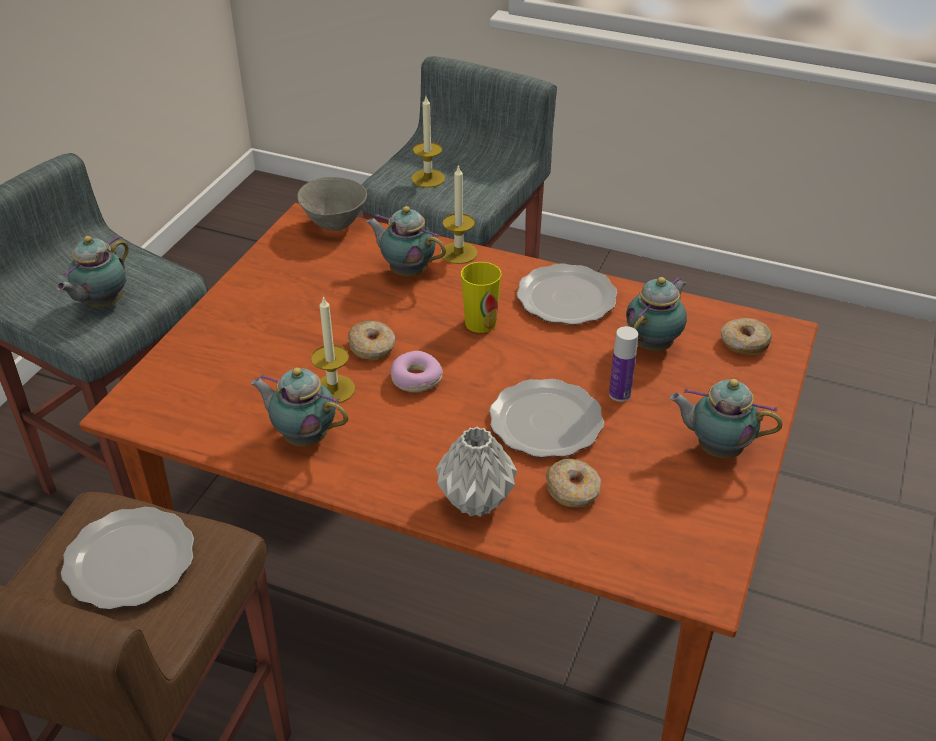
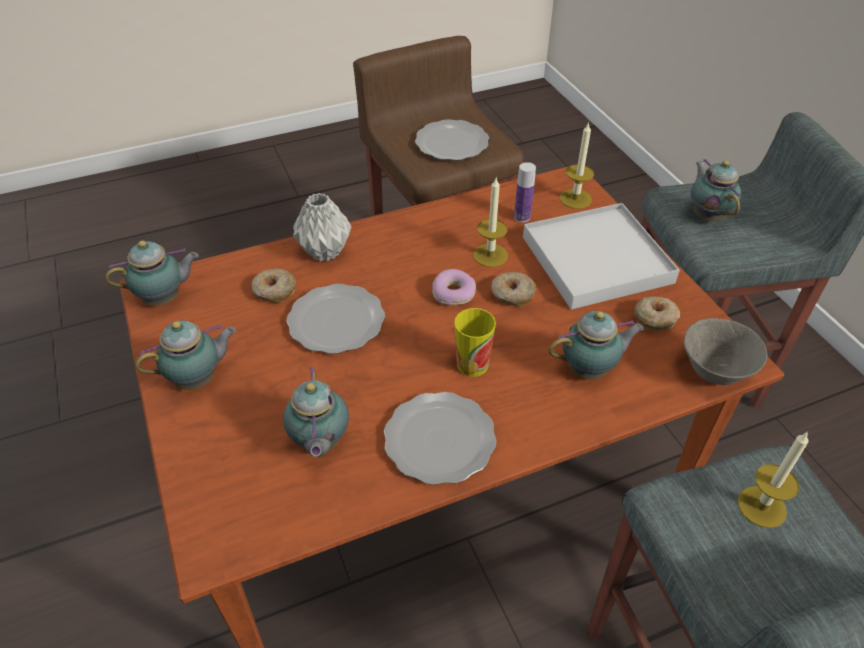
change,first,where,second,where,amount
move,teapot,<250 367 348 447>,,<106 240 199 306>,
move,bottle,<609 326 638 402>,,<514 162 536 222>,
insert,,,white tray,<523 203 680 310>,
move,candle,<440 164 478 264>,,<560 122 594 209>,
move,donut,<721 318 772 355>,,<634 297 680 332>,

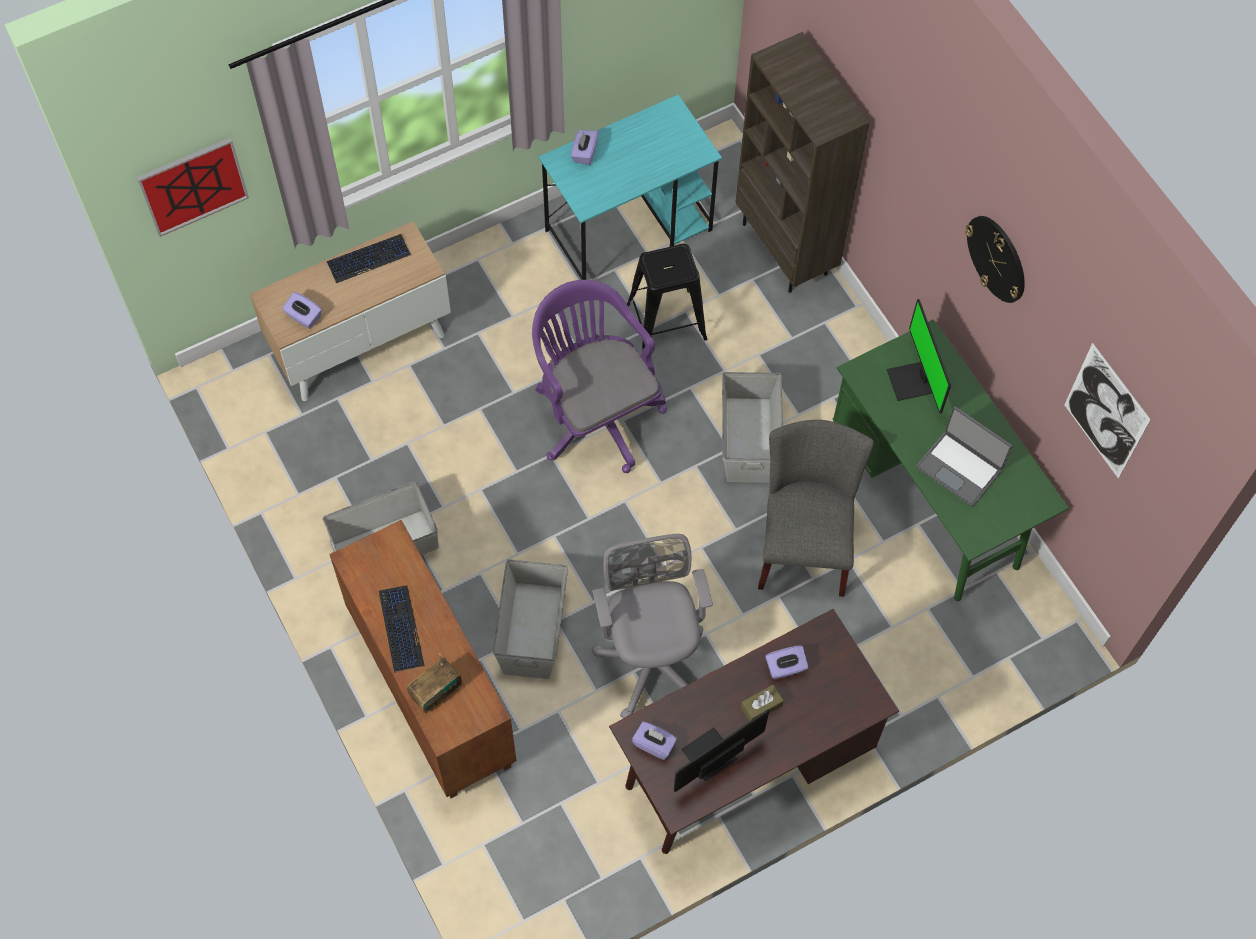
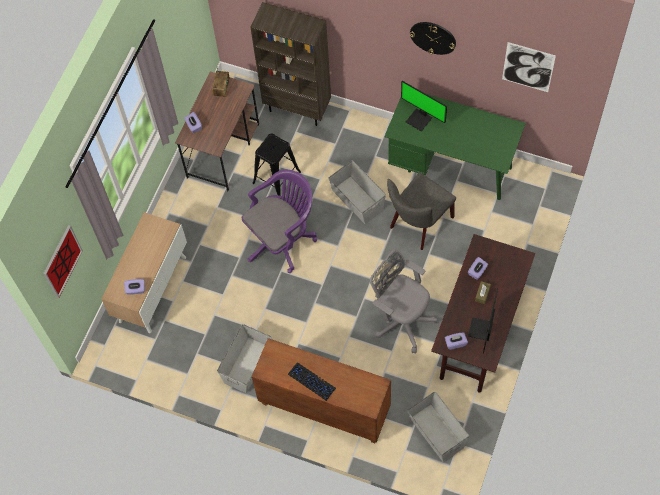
change,first,where,second,where,amount
recolor,turquoise desk,<539 95 722 280>,brown desk,<175 72 259 191>,
move,radio,<406 654 462 713>,,<212 65 230 98>,
rotate,purple office chair,<532 280 667 473>,,<242 170 317 273>,120 degrees clockwise
rotate,grey chair,<758 420 874 597>,,<387 172 456 250>,105 degrees counterclockwise
move,grey storage box,<493 559 568 679>,,<407 392 469 462>,
delete,keyboard,<327 234 411 283>,,,
delete,laptop,<916 406 1012 507>,,,

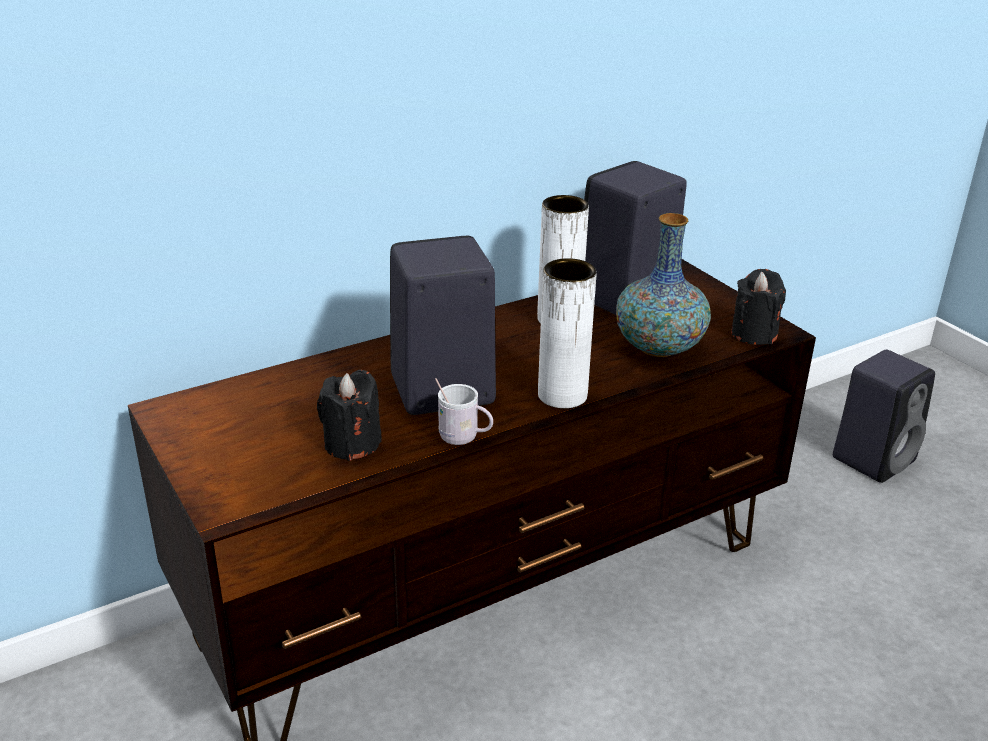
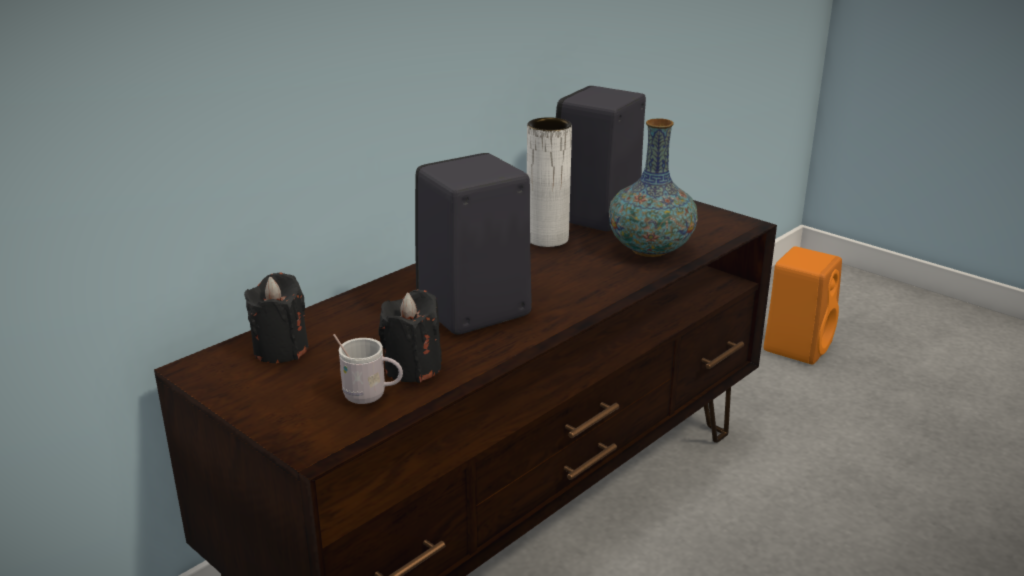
change,first,where,second,where,amount
move,black candle,<731 269 786 345>,,<244 272 309 363>,
move,white mug,<435 378 493 445>,,<333 334 403 404>,
recolor,black speaker,<833 350 935 483>,orange speaker,<764 247 842 364>,
delete,white vase,<538 258 597 409>,,,

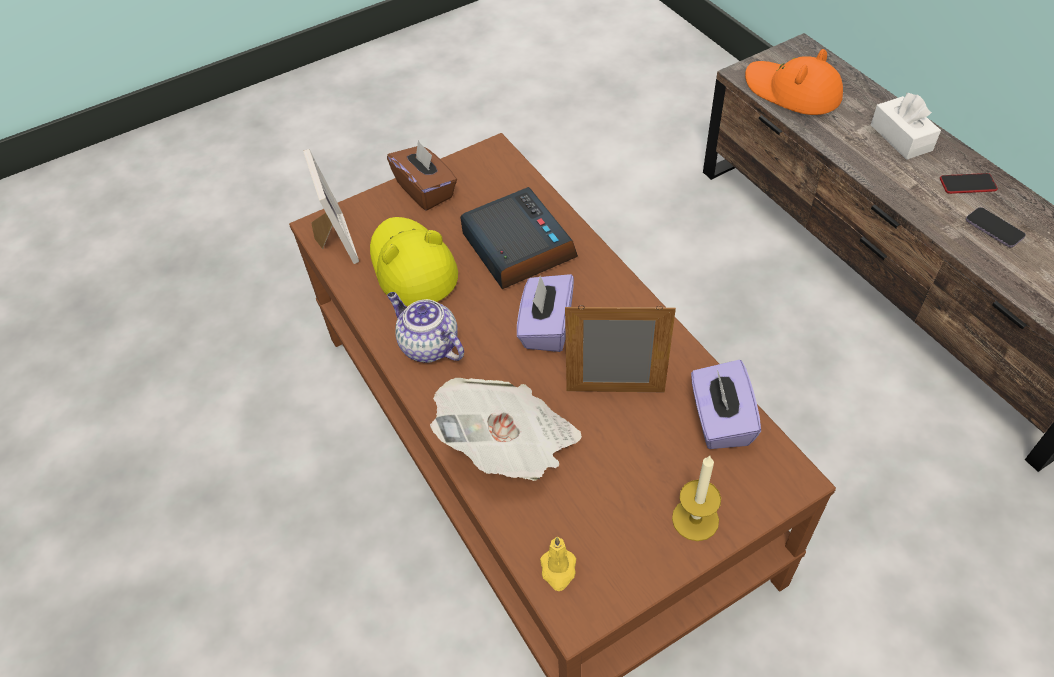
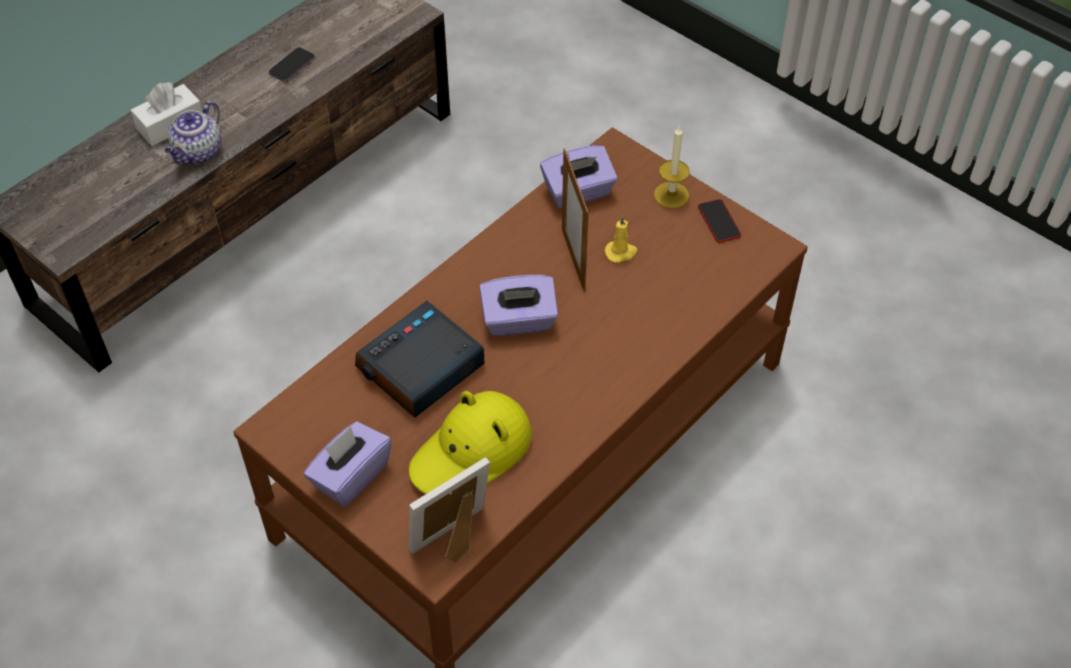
change,first,where,second,where,amount
move,teapot,<387 292 464 363>,,<165 101 221 165>,
recolor,brown tissue box,<387 140 457 211>,purple tissue box,<304 422 392 507>,
move,yellow candle,<540 537 576 591>,,<604 216 638 263>,
move,phone,<940 173 998 194>,,<698 199 741 243>,
delete,newspaper,<430 378 582 481>,,,
delete,orange hat,<745 49 843 115>,,,

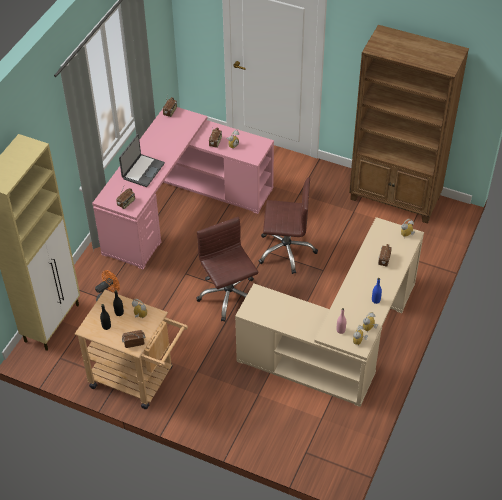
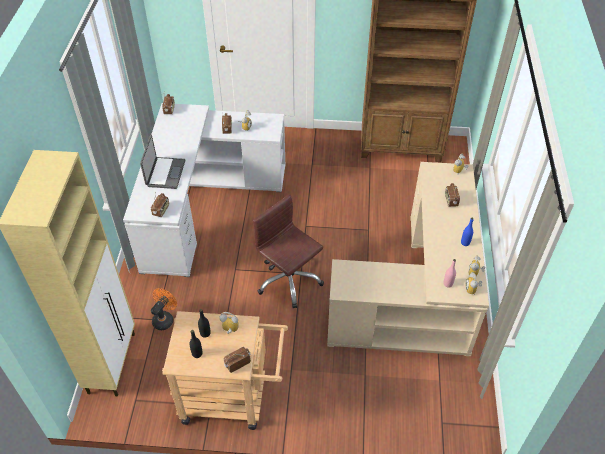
change,first,where,second,where,amount
recolor,pink desk,<92 107 274 269>,white desk,<123 103 285 277>,
delete,brown office chair,<259 177 318 274>,,,

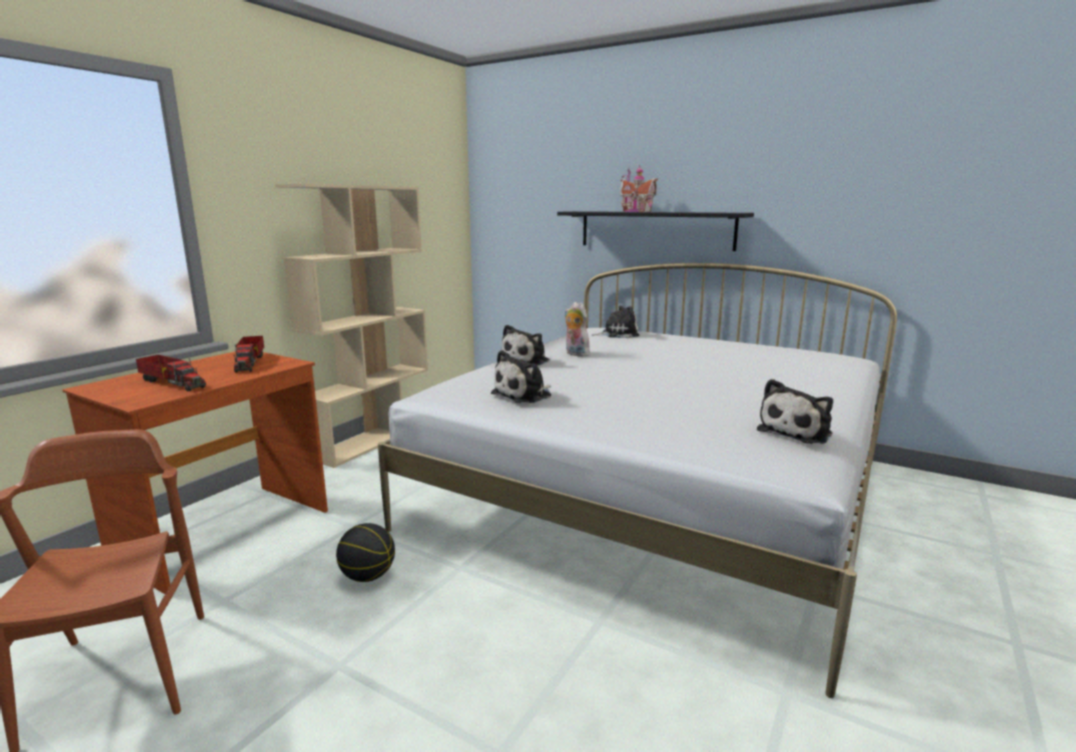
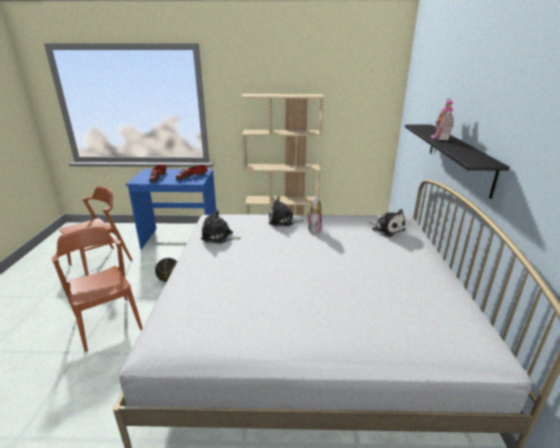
change,first,where,second,where,amount
insert,,,brown chair,<52 226 142 352>,
recolor,brown desk,<63 351 328 594>,blue desk,<126 169 216 249>,
delete,plush toy,<757 379 833 444>,,,

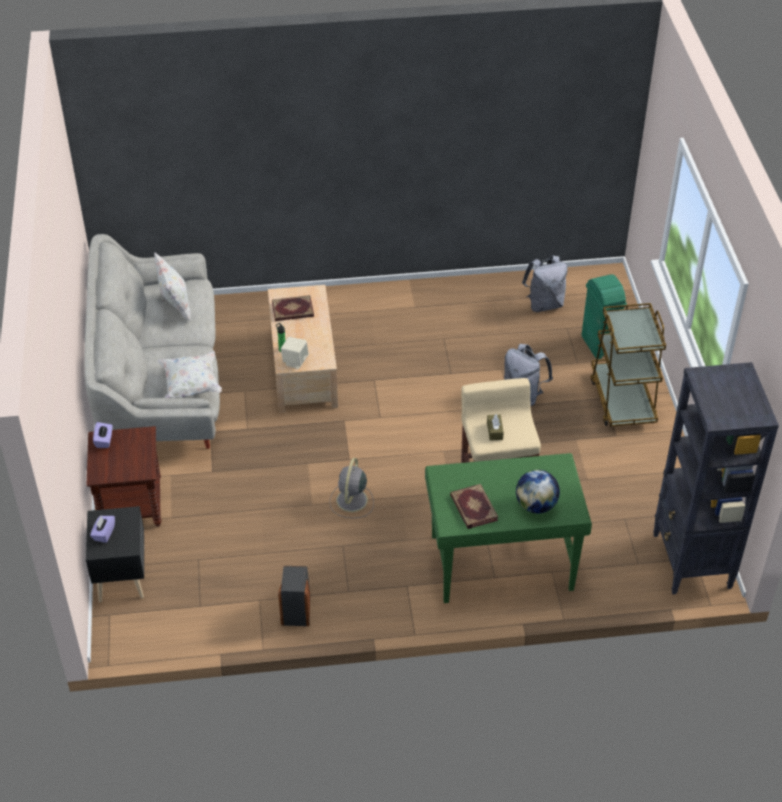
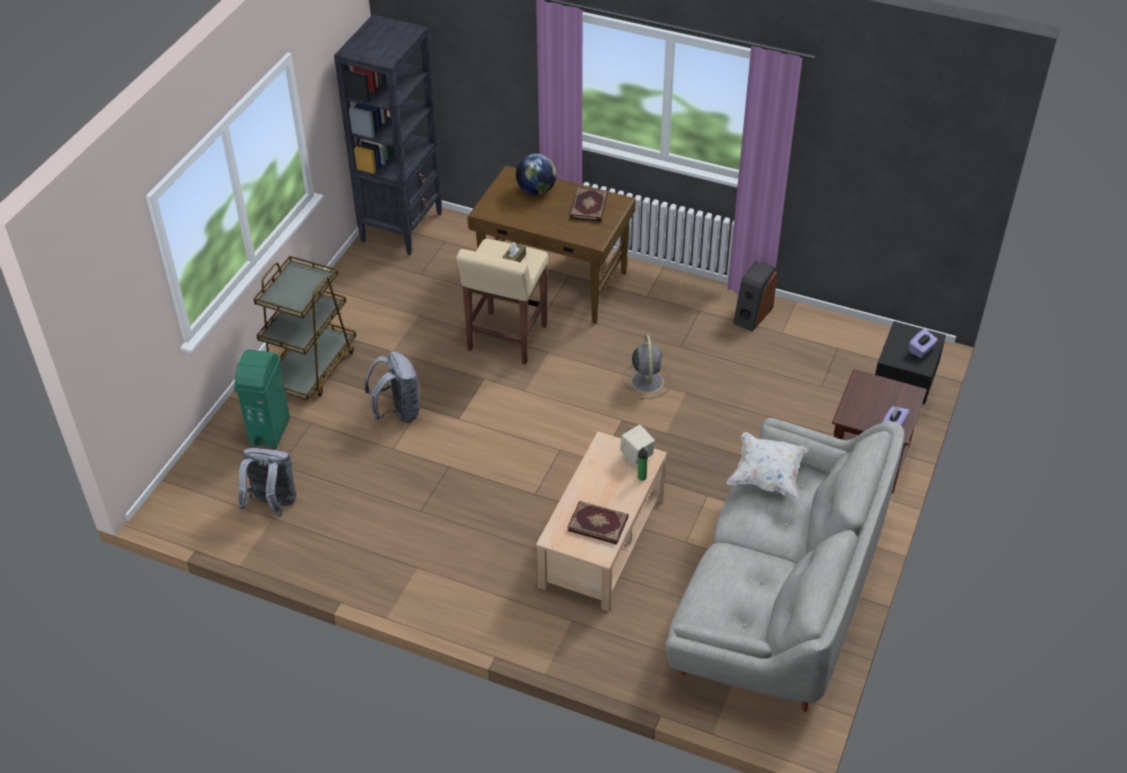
change,first,where,second,where,amount
recolor,green desk,<425 453 592 603>,brown desk,<467 166 636 324>,
rotate,grey fan,<330 458 374 518>,,<623 335 671 400>,45 degrees counterclockwise
delete,white pillow,<154 252 191 321>,,,

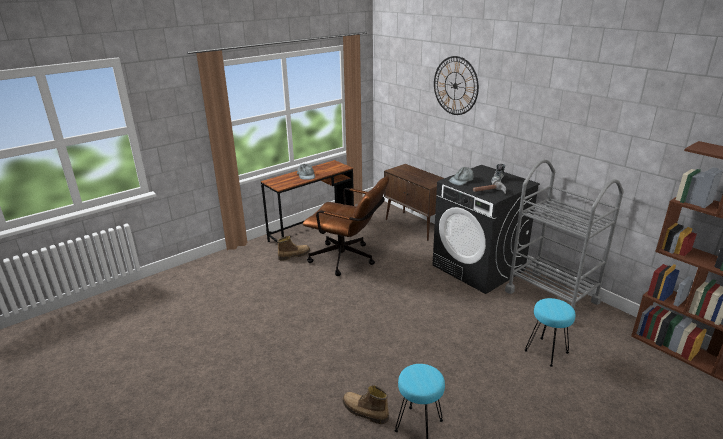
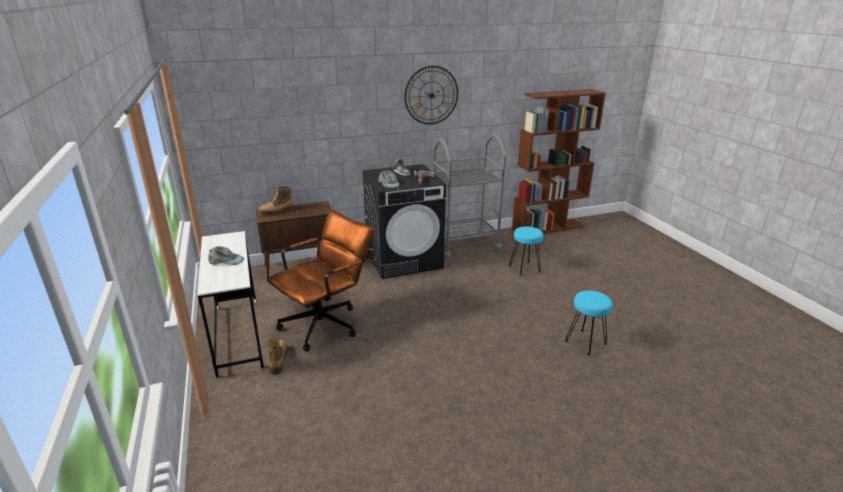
change,first,where,second,where,amount
recolor,brown desk,<261 160 354 243>,white desk,<198 231 264 378>,
move,boot,<342 385 389 424>,,<258 186 294 215>,
move,wall clock,<434 56 479 115>,,<404 66 458 125>,

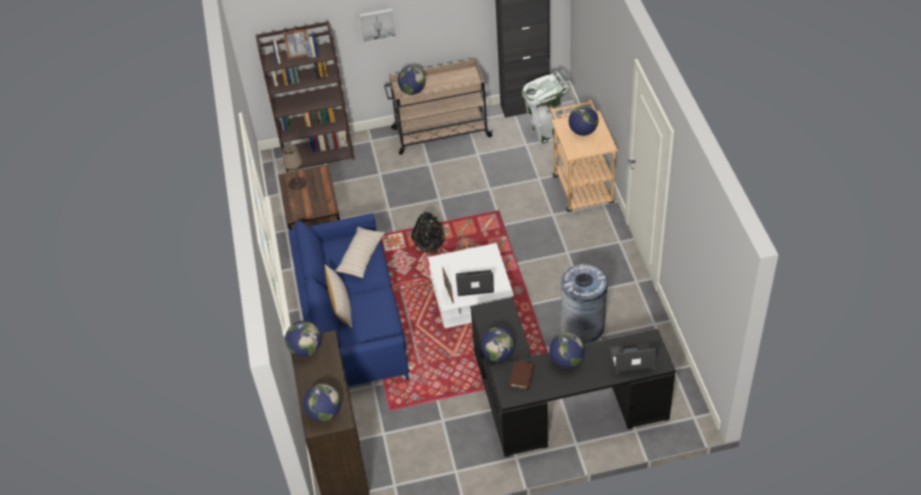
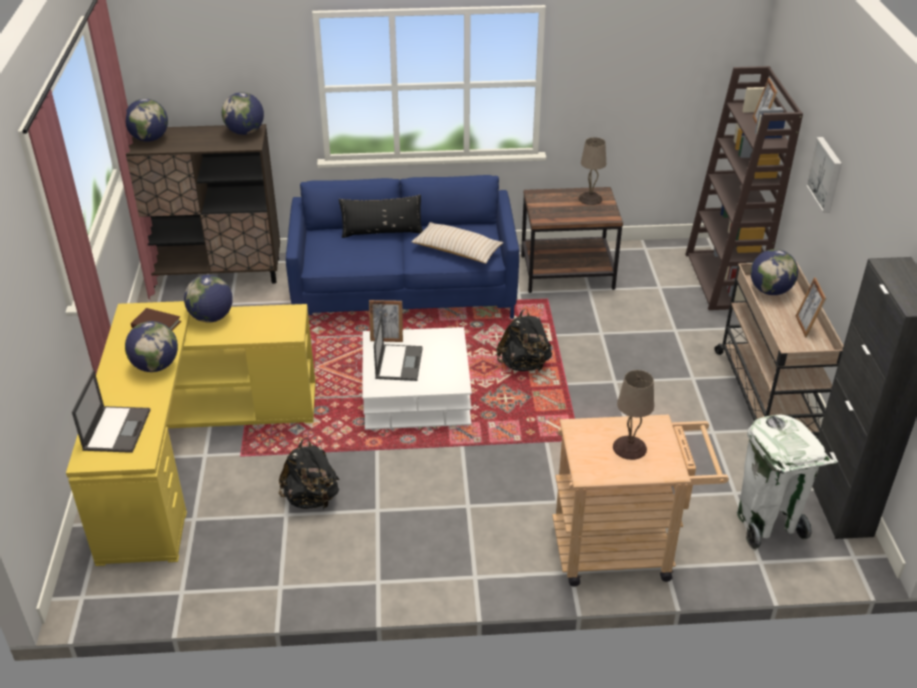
change,first,where,second,where,amount
recolor,black desk,<470 297 676 457>,yellow desk,<66 301 316 566>,
replace,grey trash can,<560 264 608 344>,black backpack,<278 438 340 509>,
recolor,beige pillow,<325 264 352 328>,black pillow,<339 195 423 238>,
replace,globe,<569 106 598 136>,beige table lamp,<613 370 654 460>,
insert,,,picture frame,<796 277 826 337>,

